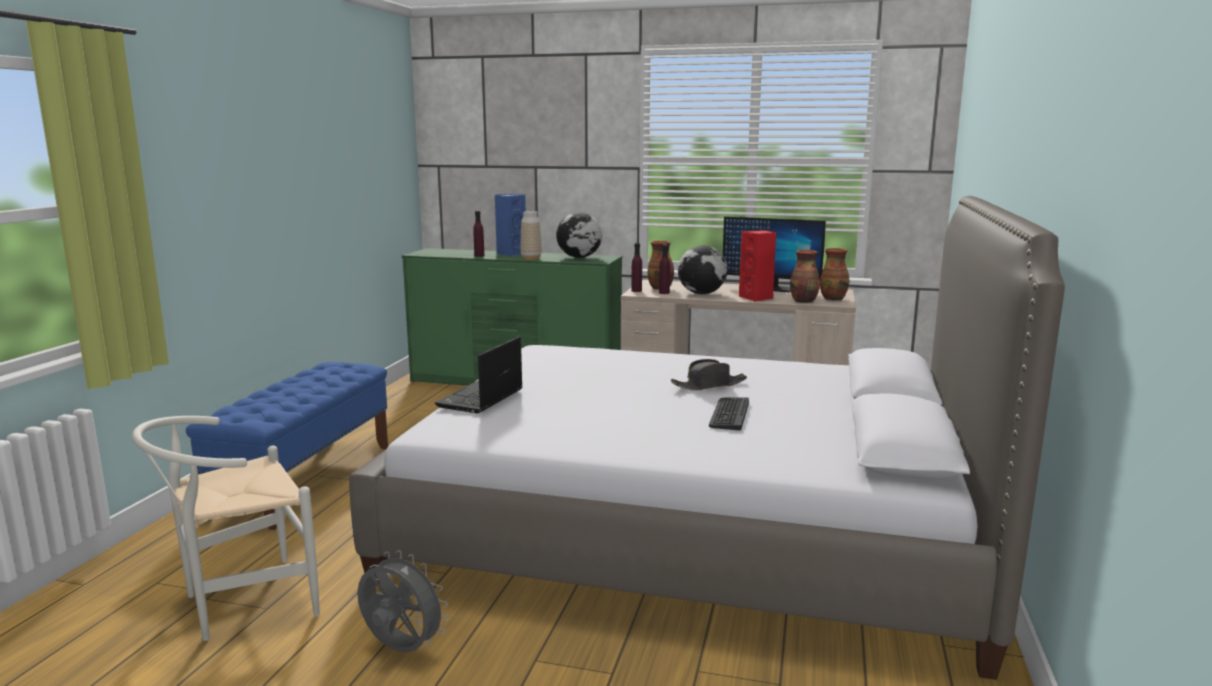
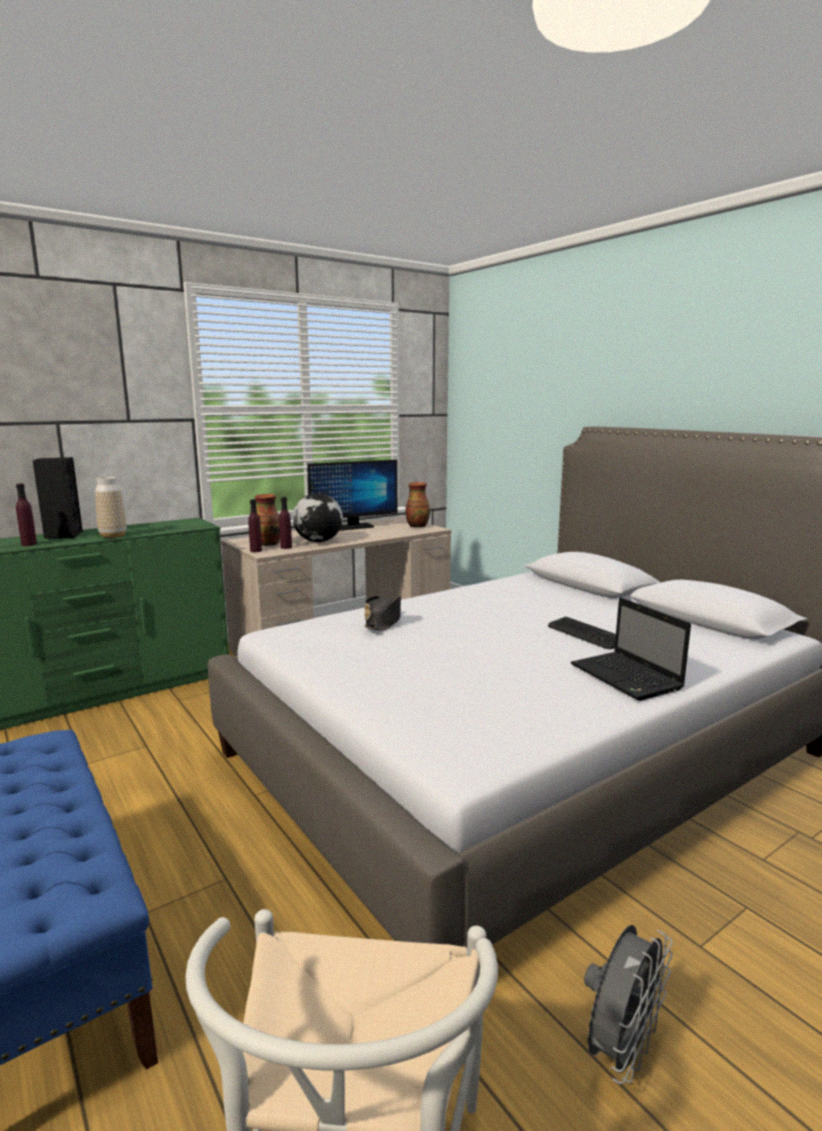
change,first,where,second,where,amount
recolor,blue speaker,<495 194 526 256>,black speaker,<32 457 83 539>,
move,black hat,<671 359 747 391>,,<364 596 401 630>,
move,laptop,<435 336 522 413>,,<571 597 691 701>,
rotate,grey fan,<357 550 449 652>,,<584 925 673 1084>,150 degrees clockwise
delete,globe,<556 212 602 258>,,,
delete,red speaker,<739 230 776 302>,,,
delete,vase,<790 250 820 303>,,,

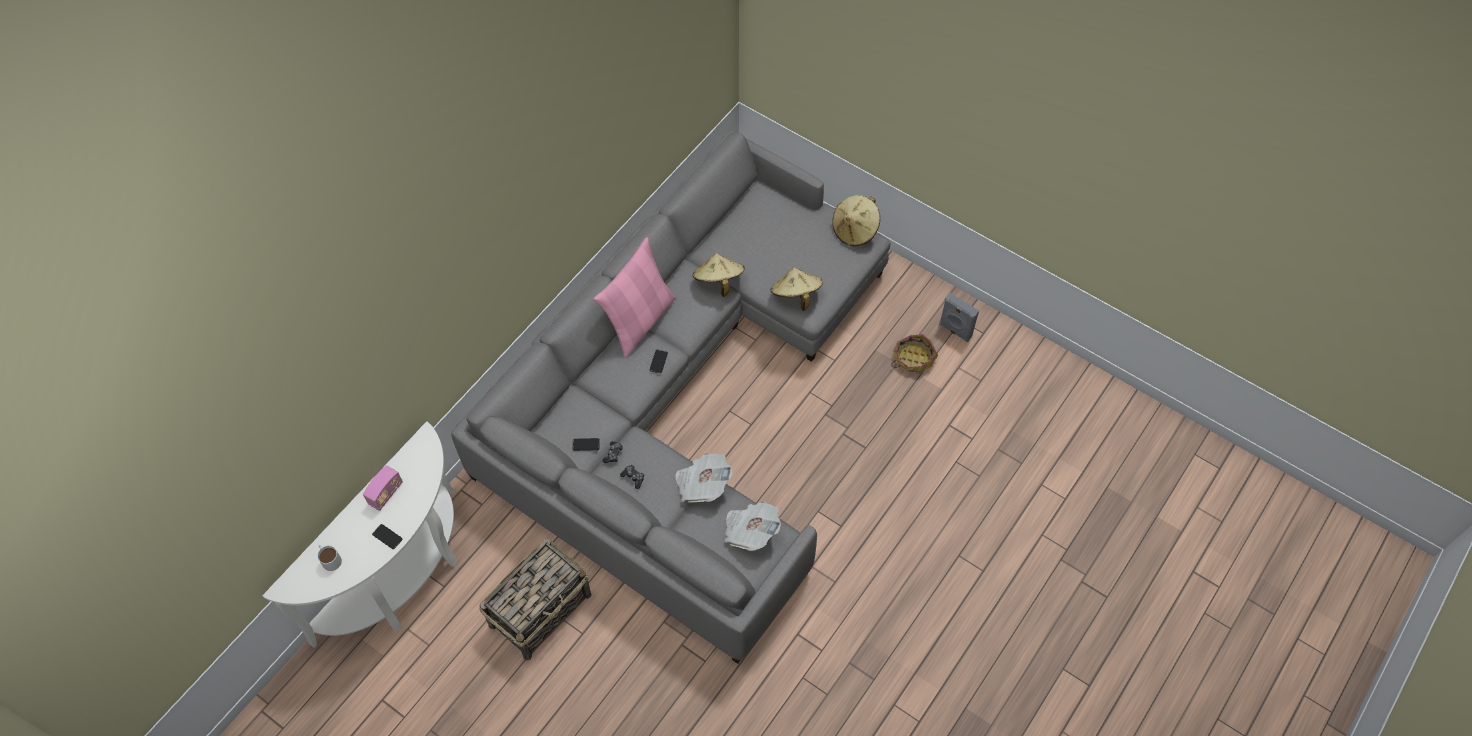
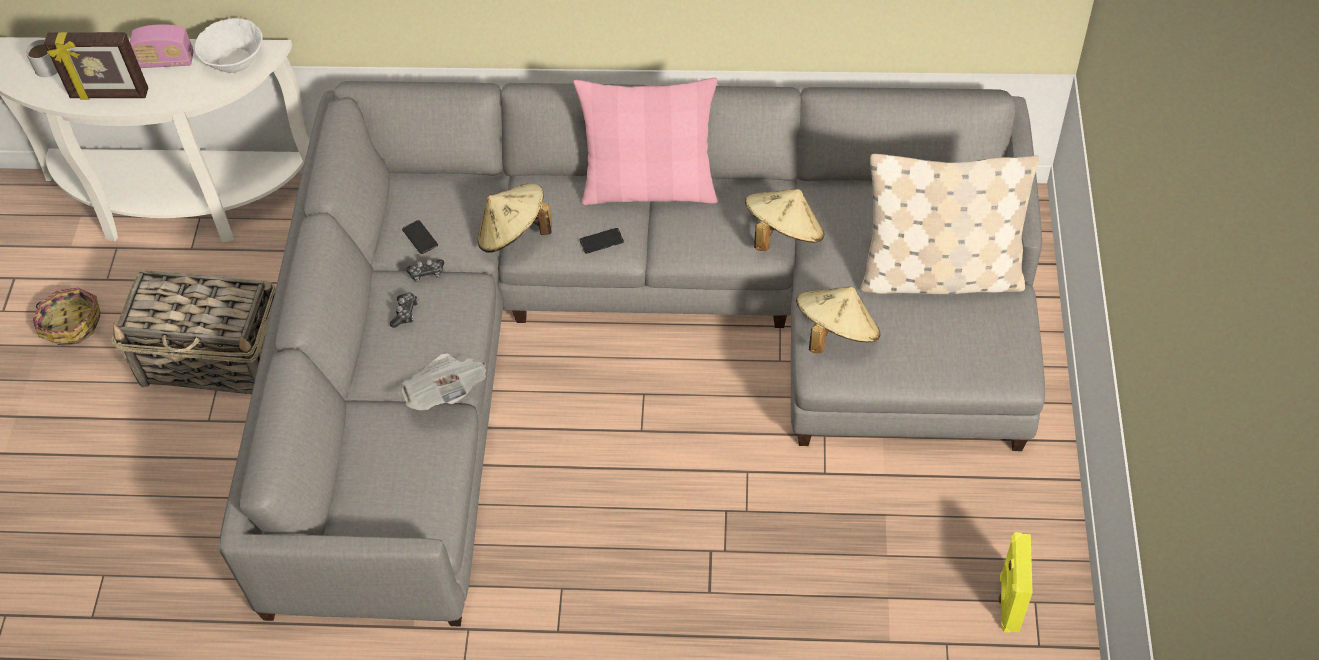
change,first,where,second,where,amount
move,basket,<891 334 938 372>,,<33 287 100 346>,
replace,phone,<372 524 403 549>,picture frame,<44 32 148 100>,
insert,,,white bowl,<195 18 262 73>,
move,beige hat,<832 195 880 246>,,<477 184 552 253>,
insert,,,beige pillow,<860 154 1039 294>,
recolor,grey speaker,<939 293 979 342>,yellow speaker,<999 532 1033 633>,
delete,newspaper,<725 502 781 551>,,,

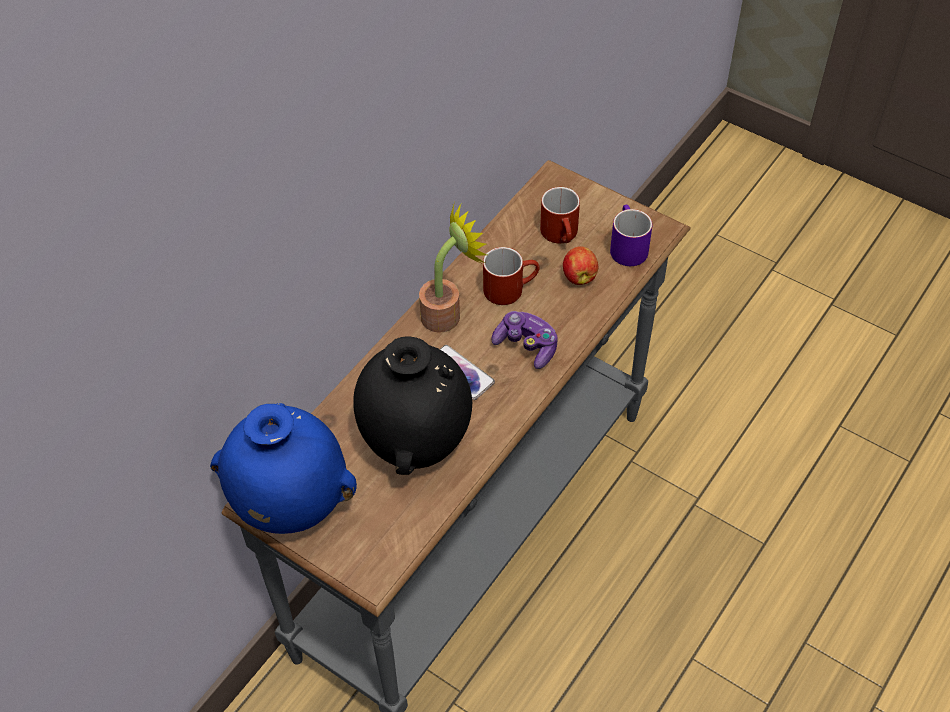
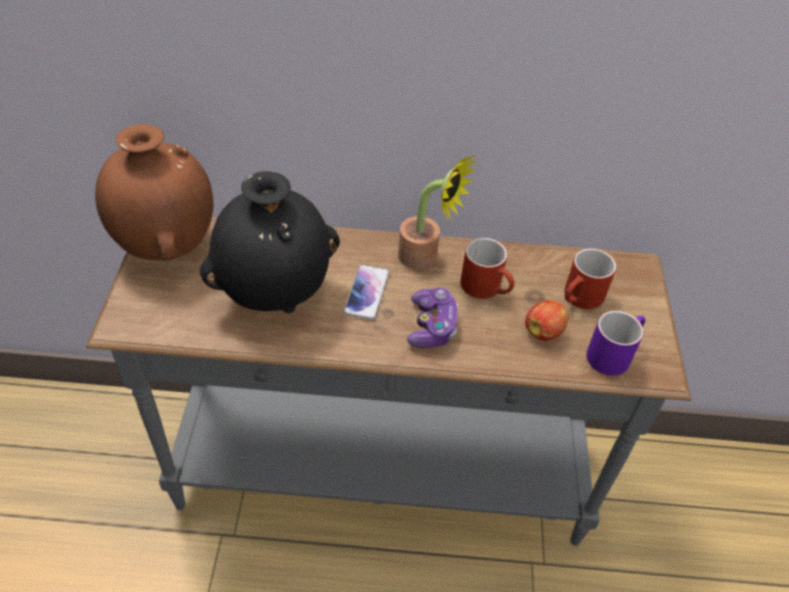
change,first,where,second,where,amount
recolor,blue vase,<210 403 357 534>,brown vase,<95 124 213 261>,

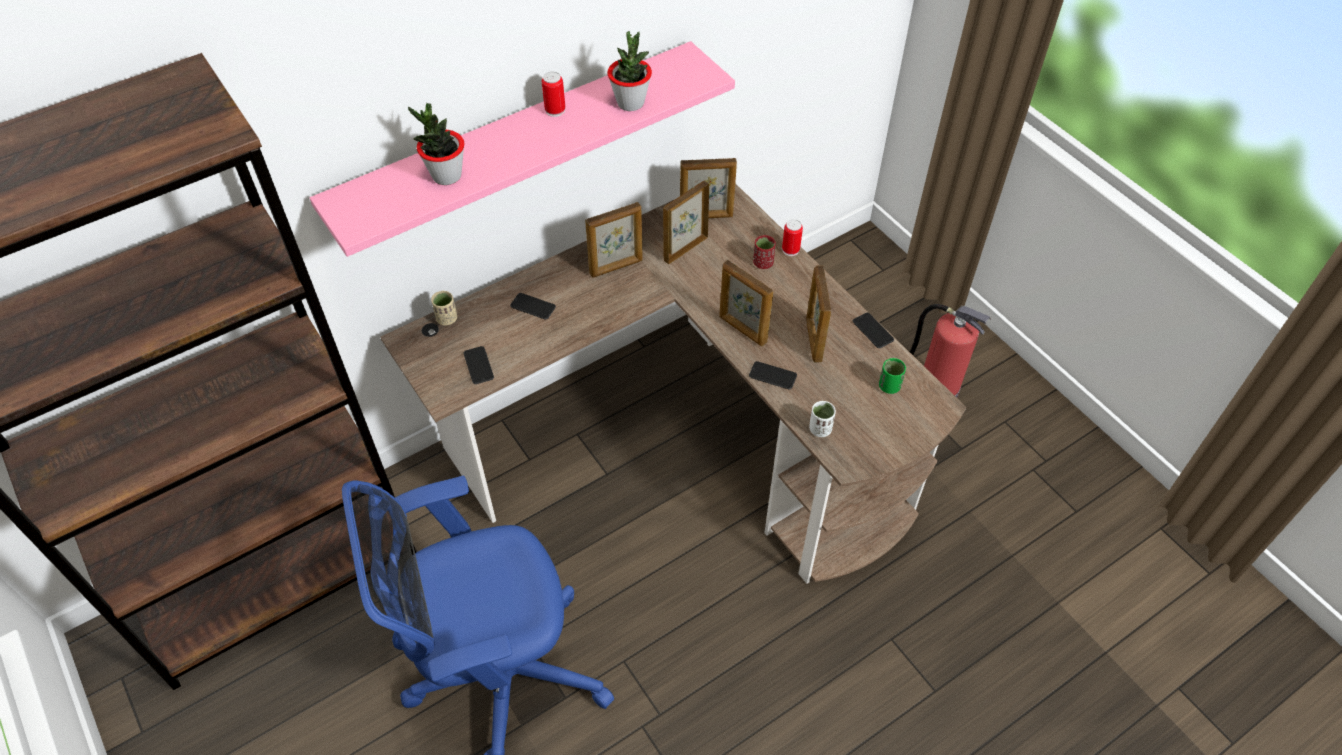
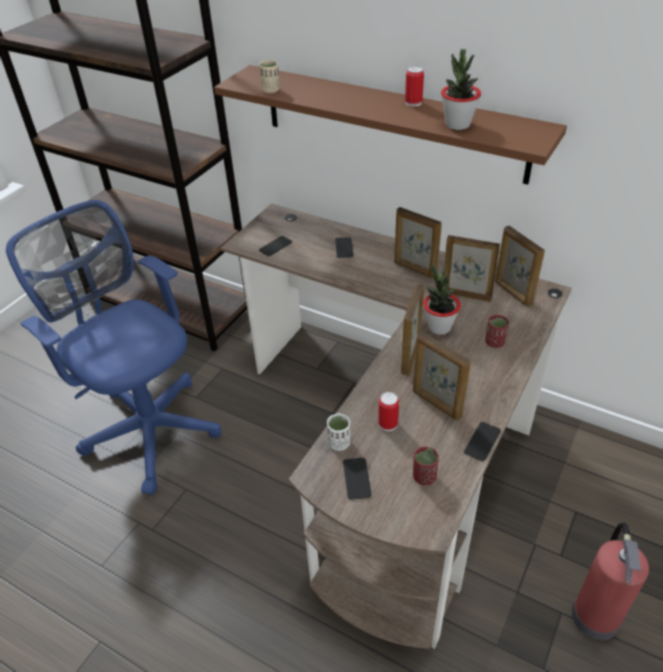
change,first,where,second,where,amount
recolor,pink shelf,<310 41 735 257>,brown shelf,<214 65 567 185>,
move,beige cup,<431 291 457 326>,,<259 60 280 93>,
move,phone,<749 361 797 389>,,<343 458 372 500>,
move,can,<782 219 803 256>,,<378 392 399 431>,
rotate,picture frame,<806 265 831 363>,,<413 332 471 421>,105 degrees counterclockwise
recolor,green cup,<879 358 906 394>,red cup,<413 447 439 485>,
move,potted plant,<408 103 464 185>,,<423 264 461 335>,

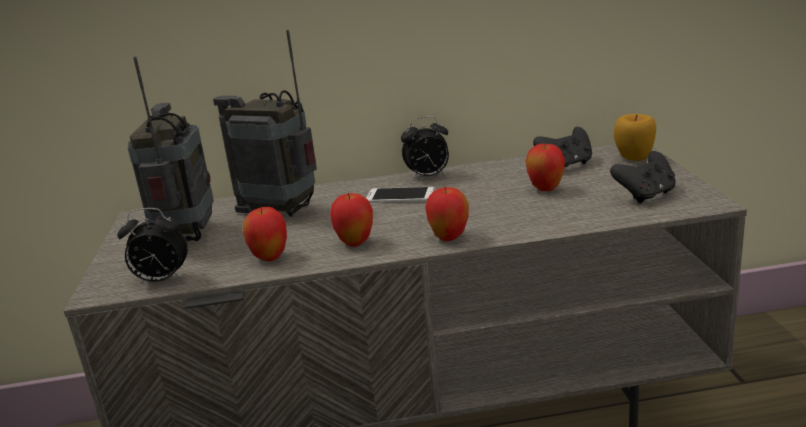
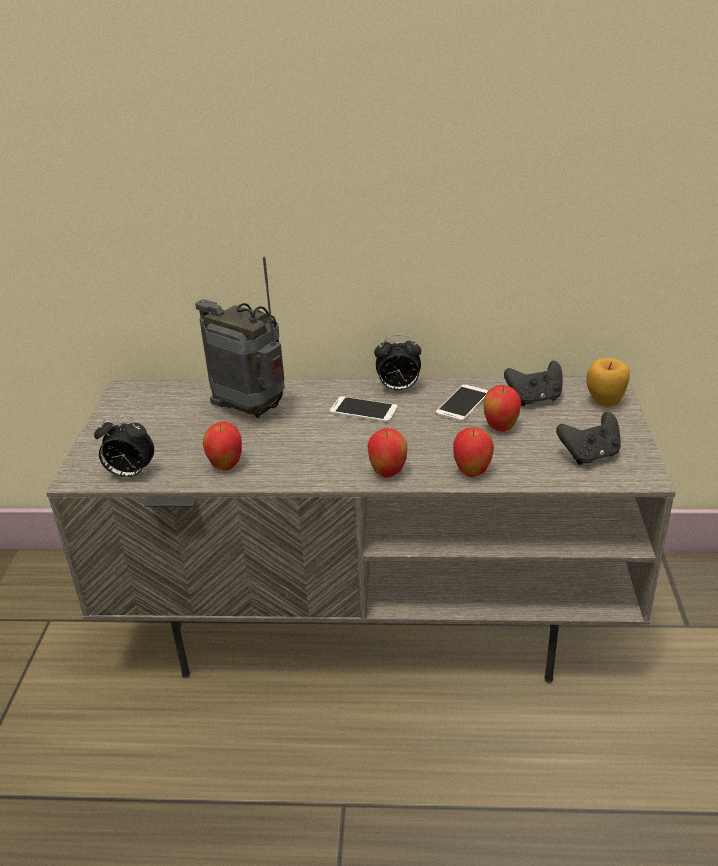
change,first,where,second,where,amount
insert,,,phone,<436 384 489 422>,
move,apple,<330 192 373 247>,,<453 427 494 477>,
delete,radio,<127 57 214 241>,,,

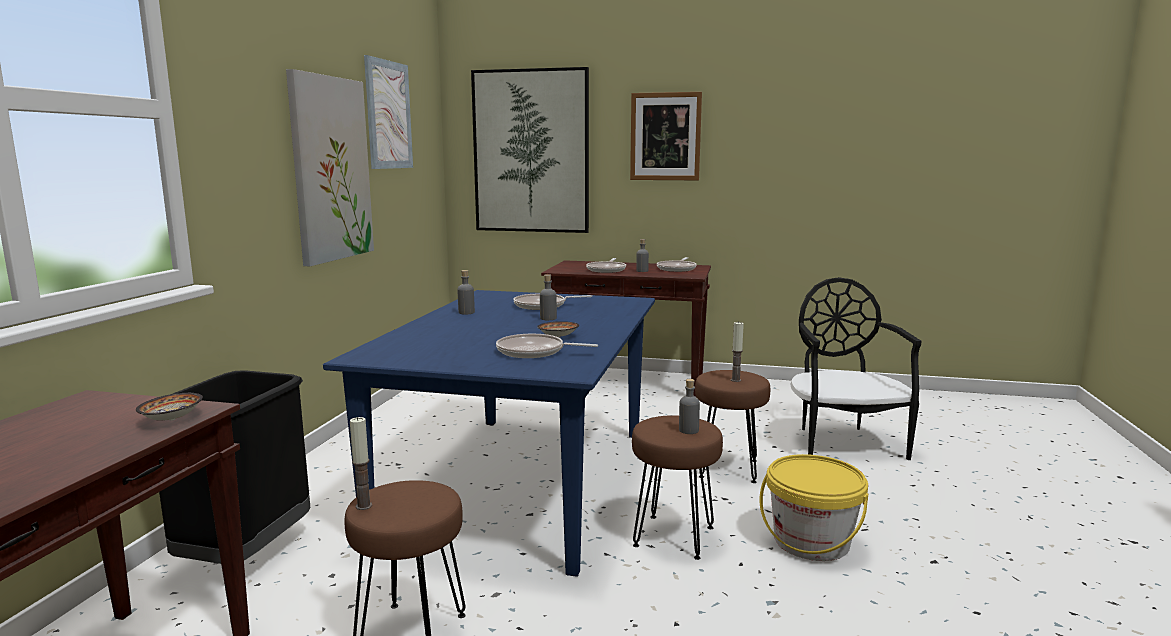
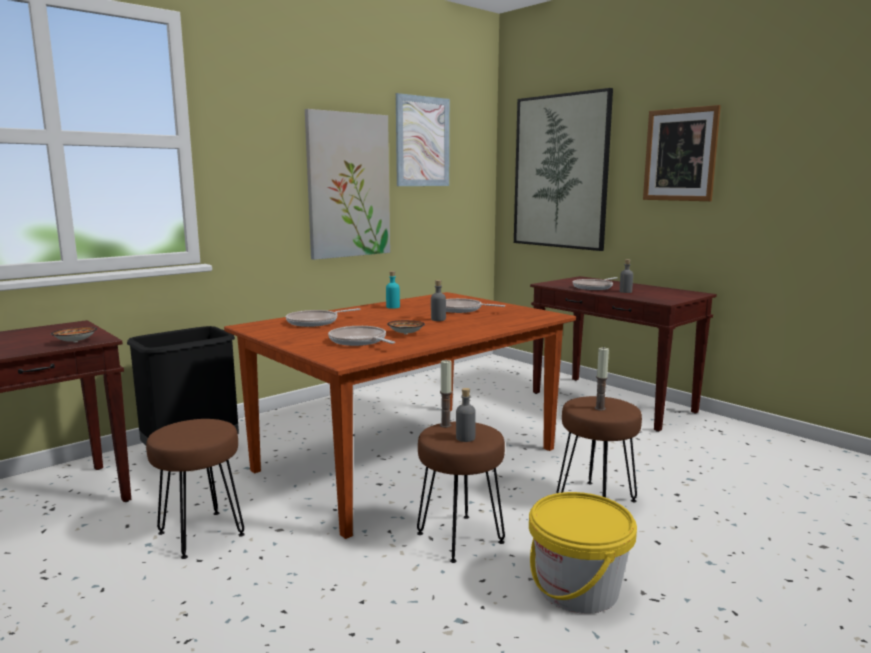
change,first,where,second,where,amount
recolor,blue dining table,<323 290 655 577>,brown dining table,<224 292 576 539>,
move,frying pan,<657 257 697 272>,,<286 308 361 327>,
recolor,grey bottle,<457 270 475 315>,turquoise bottle,<386 271 400 309>,
move,candle,<350 417 372 510>,,<440 360 452 428>,
delete,black chair,<791 277 922 460>,,,

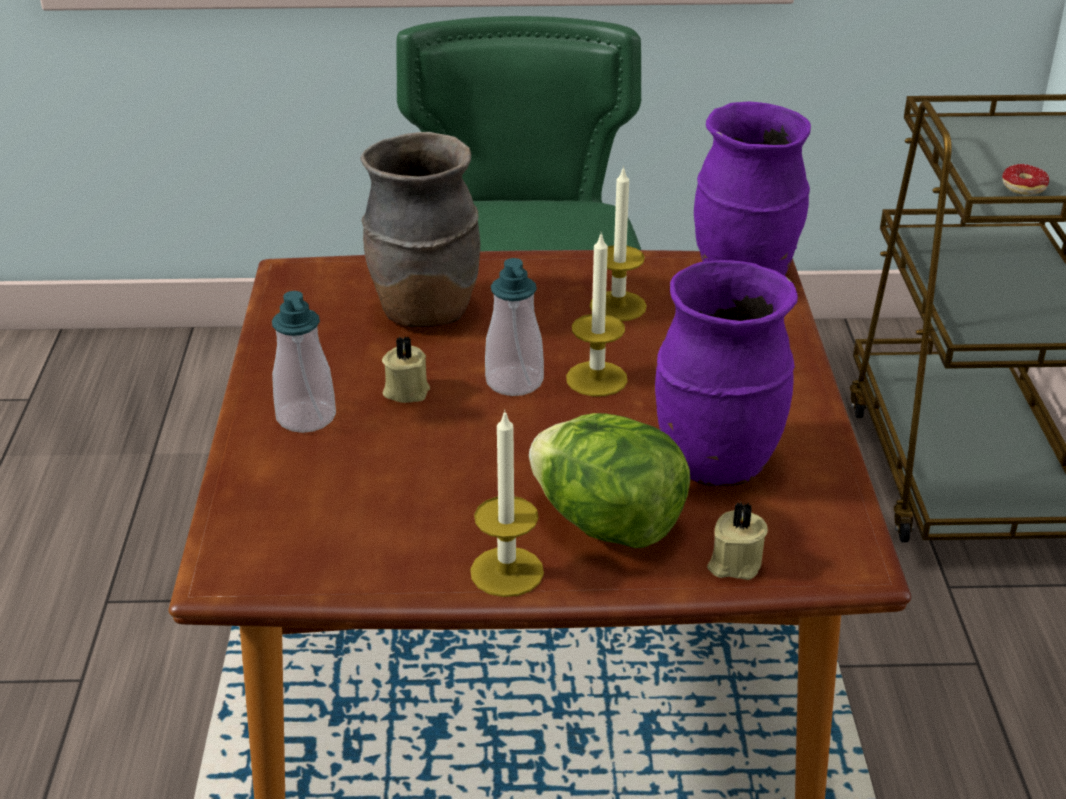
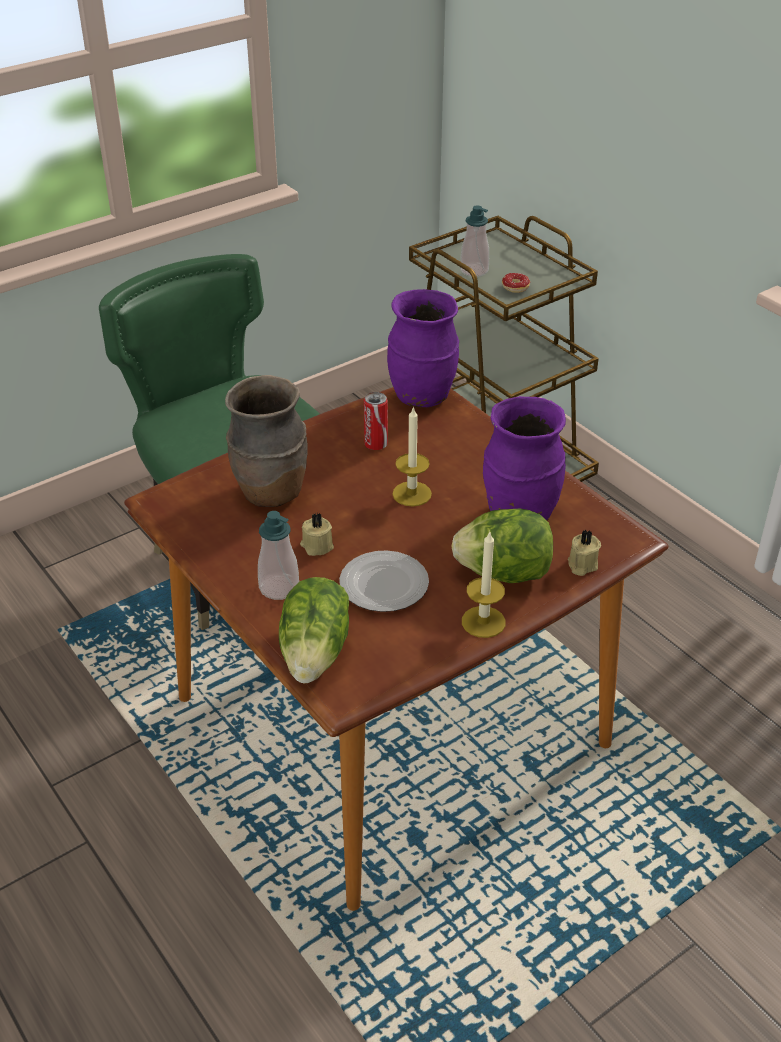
change,first,where,second,where,amount
insert,,,lettuce,<279 577 349 683>,
insert,,,plate,<339 550 429 612>,
replace,candle,<589 165 647 321>,can,<364 392 388 450>,
move,soap dispenser,<485 258 544 396>,,<460 205 489 277>,

